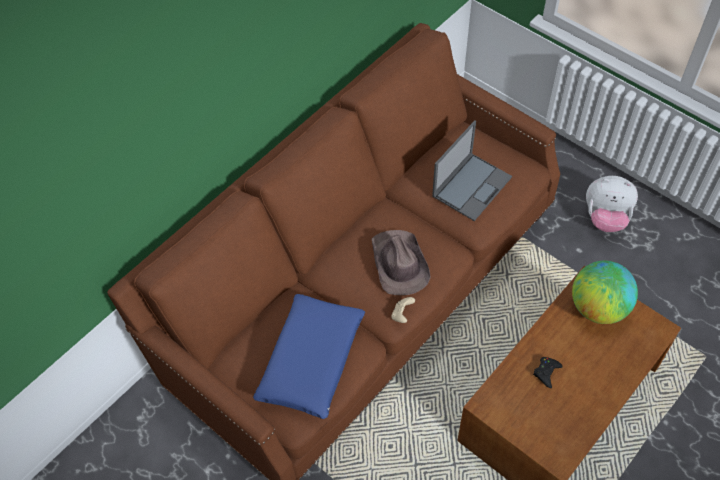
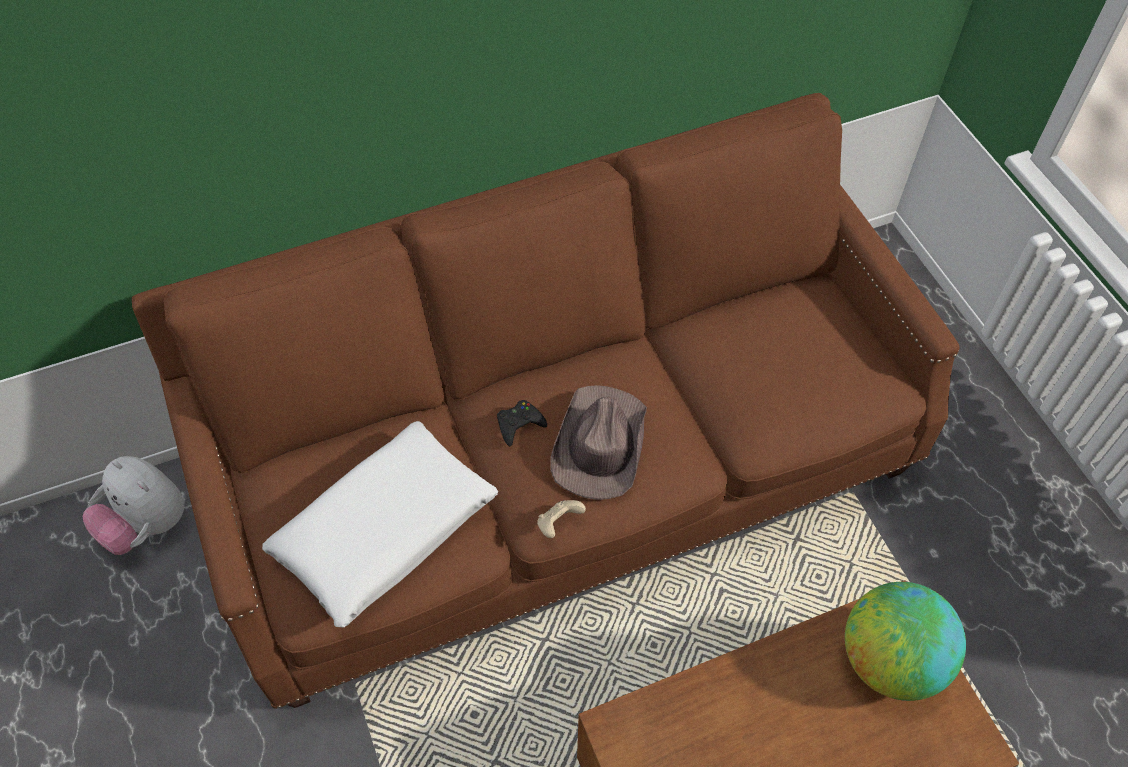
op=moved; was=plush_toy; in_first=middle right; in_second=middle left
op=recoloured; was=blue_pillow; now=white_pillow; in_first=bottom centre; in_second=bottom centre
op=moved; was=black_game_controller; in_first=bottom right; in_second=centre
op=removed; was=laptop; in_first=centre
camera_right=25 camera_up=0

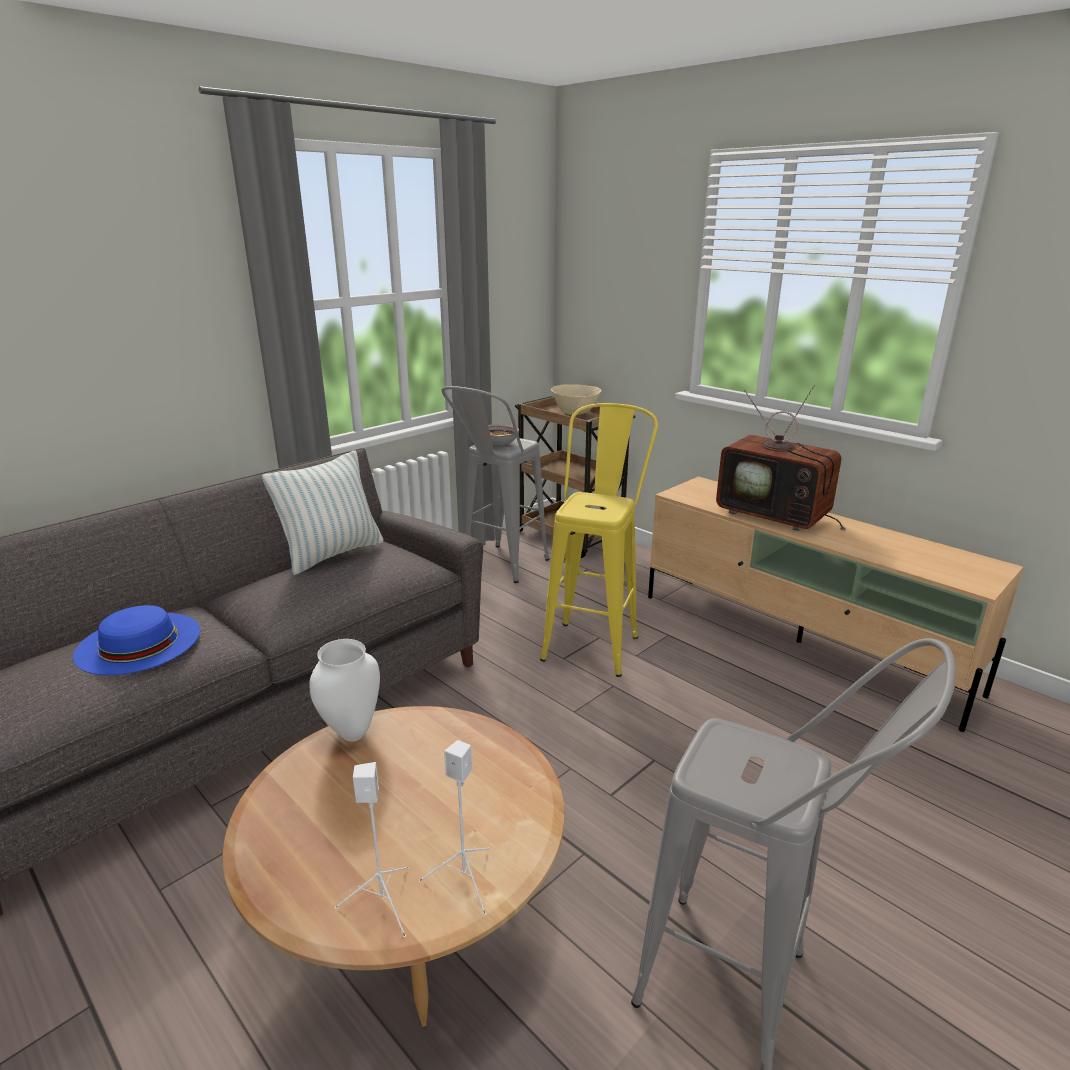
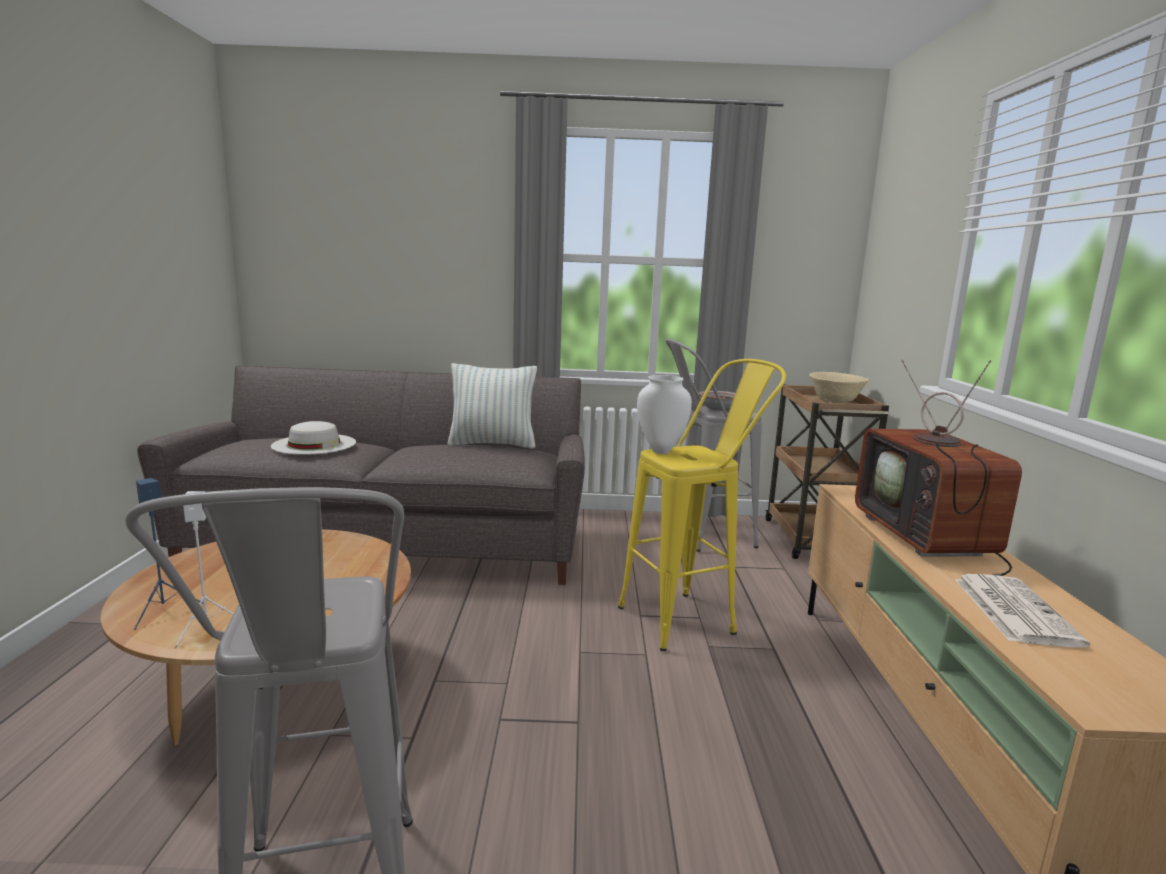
op=recoloured; was=white_speaker (1st from left); now=blue_speaker; in_first=bottom centre; in_second=middle left
op=recoloured; was=blue_hat; now=white_hat; in_first=middle left; in_second=middle left
op=moved; was=white_vase; in_first=middle left; in_second=centre
op=added; now=newspaper; in_second=bottom right
camera_right=45 camera_up=-10

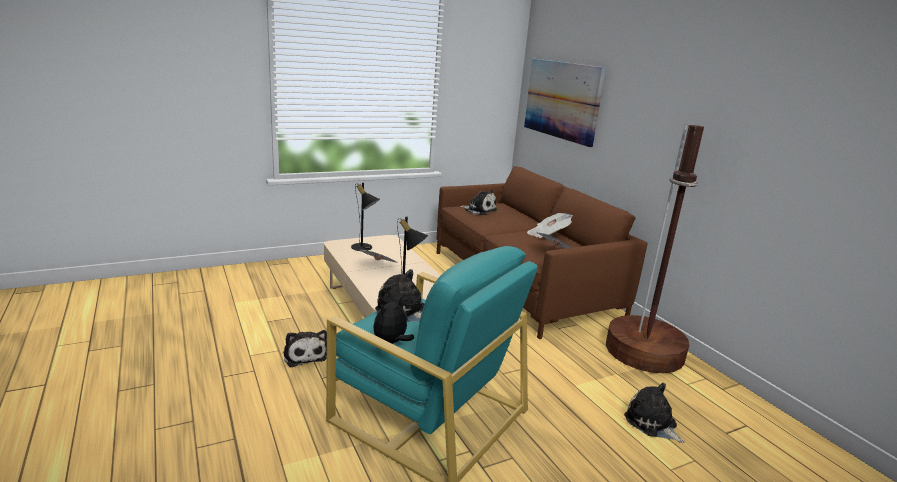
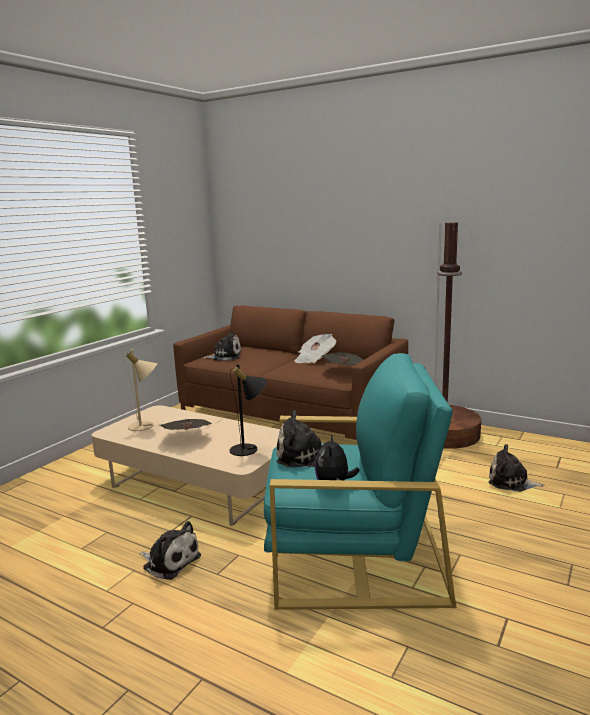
op=recoloured; was=black_table_lamp (1st from left); now=beige_table_lamp; in_first=centre; in_second=middle left
op=removed; was=picture; in_first=top centre
camera_right=-30 camera_up=-5

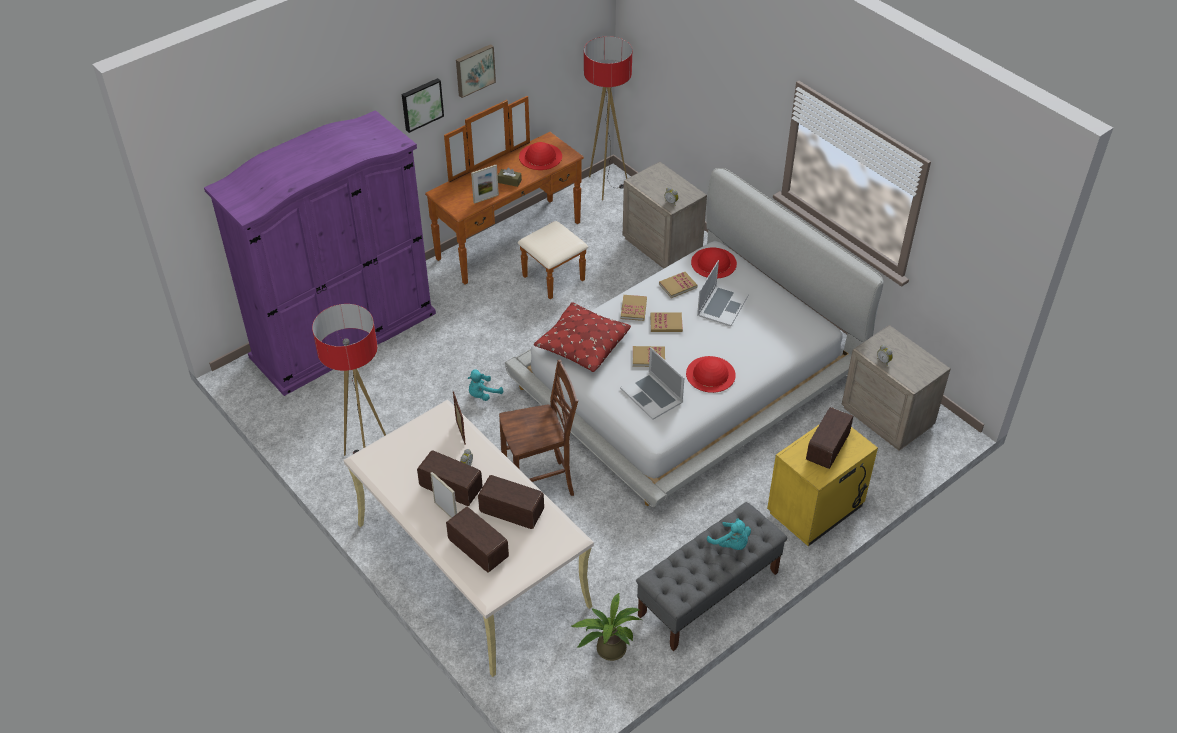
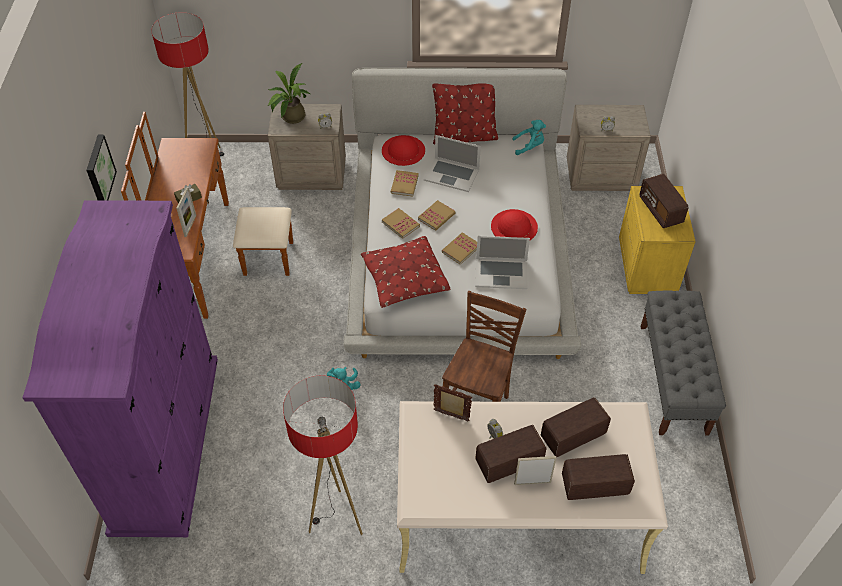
op=moved; was=potted_plant; in_first=bottom centre; in_second=top centre
op=turned; was=laptop (2nd from left in the first image); in_first=centre; in_second=top centre; clockwise=135
op=added; now=red_pillow (2nd from left); in_second=top centre
op=moved; was=turquoise_plush_toy (2nd from left); in_first=bottom centre; in_second=top centre
op=removed; was=picture (2nd from left); in_first=top centre
op=removed; was=red_hat (1st from left); in_first=top centre
camera_right=-50 camera_up=5

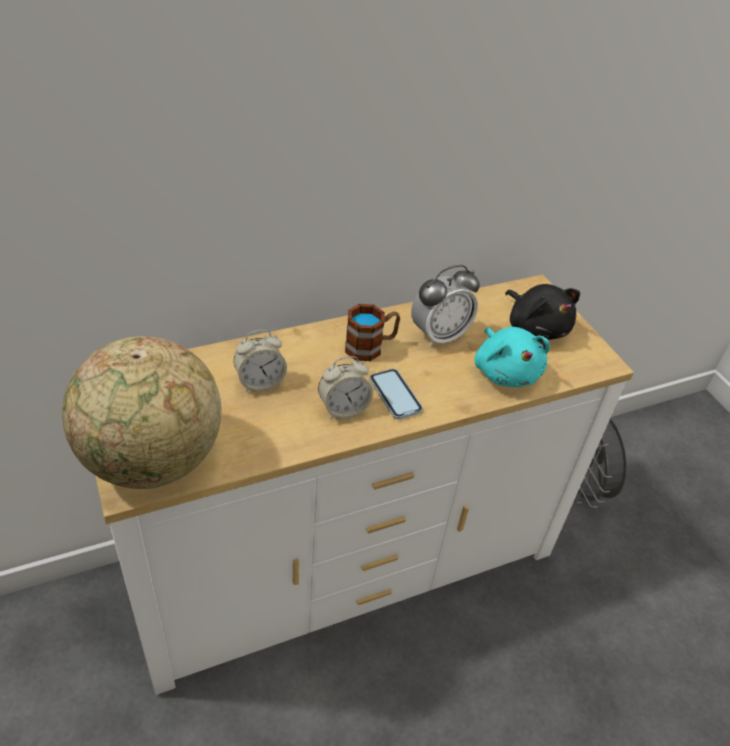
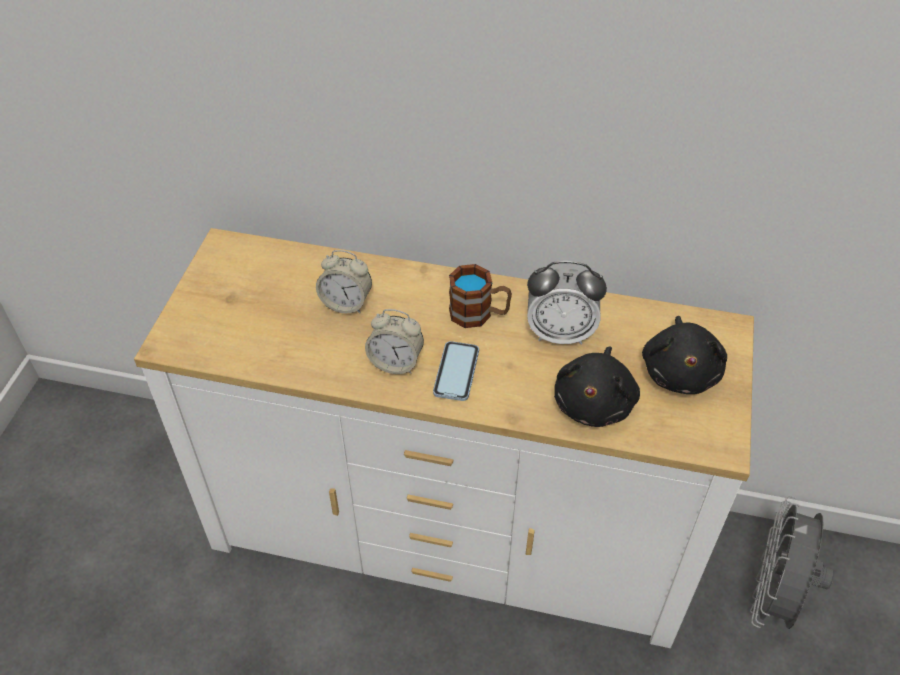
op=recoloured; was=turquoise_plush_toy; now=black_plush_toy (1st from left); in_first=middle right; in_second=centre
op=removed; was=globe; in_first=middle left
camera_right=40 camera_up=5

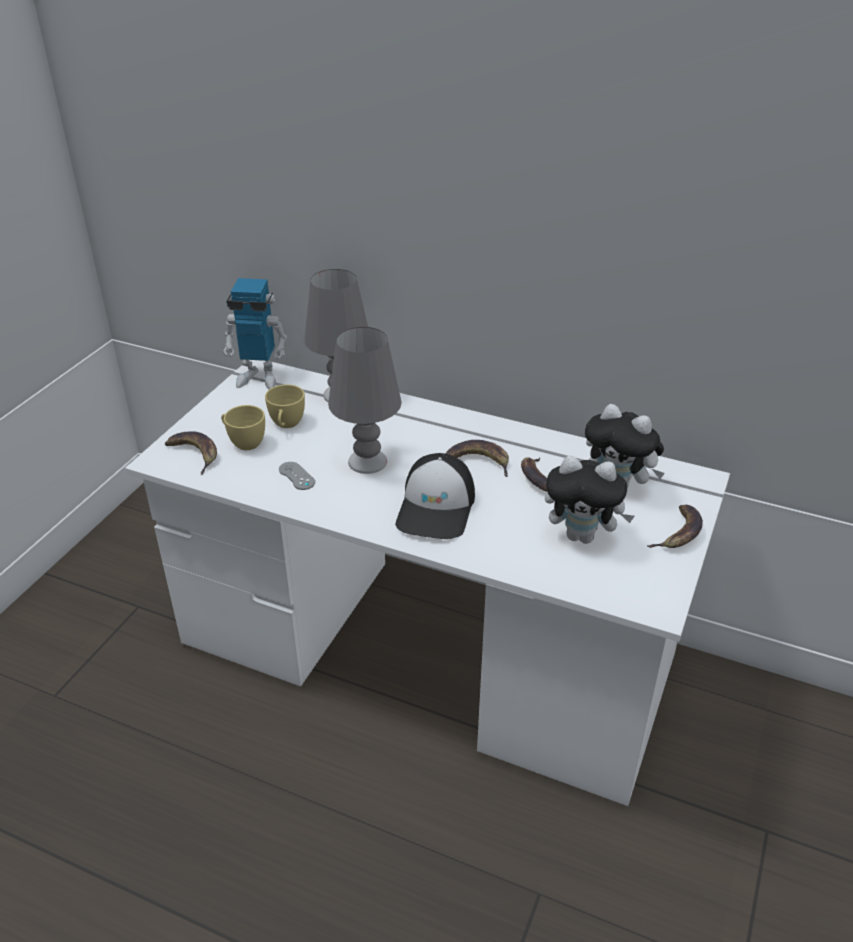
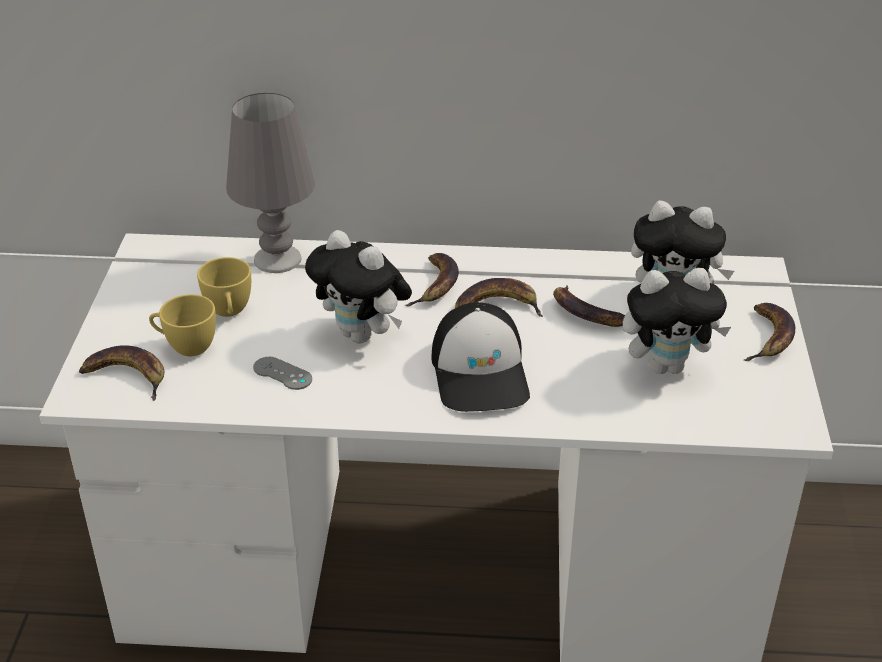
op=replaced; was=grey_table_lamp (2nd from left); now=plush_toy (1st from left); in_first=centre; in_second=centre
op=added; now=banana (2nd from left); in_second=centre
op=removed; was=toy_robot; in_first=middle left
camera_right=-20 camera_up=0

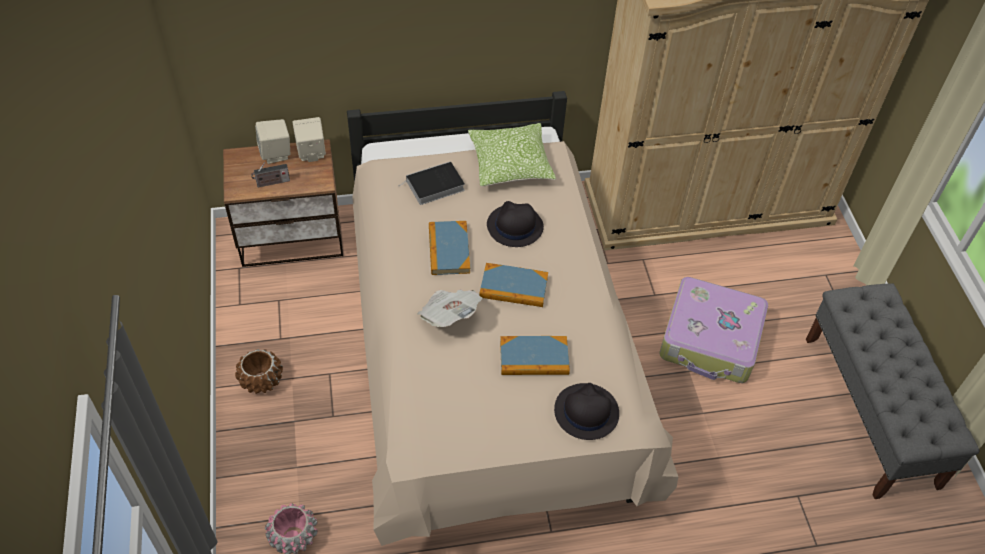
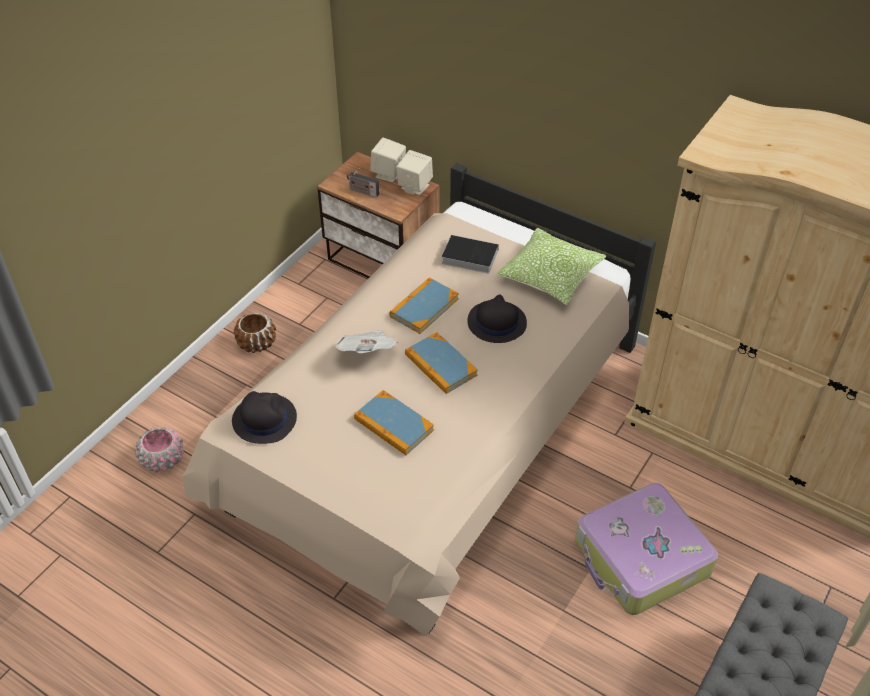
op=moved; was=black_hat (2nd from left in the first image); now=black_hat (1st from left); in_first=bottom centre; in_second=middle left
camera_right=45 camera_up=-5

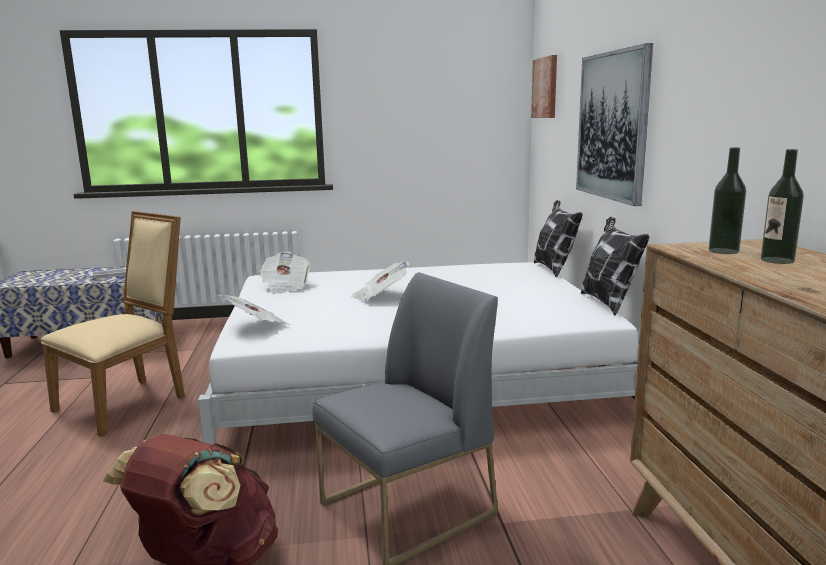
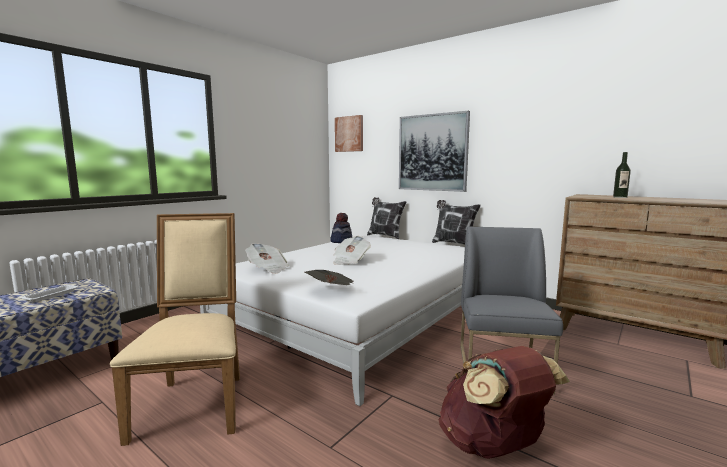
op=added; now=hat; in_second=centre
op=removed; was=bottle (1st from left); in_first=middle right
camera_right=-45 camera_up=-5

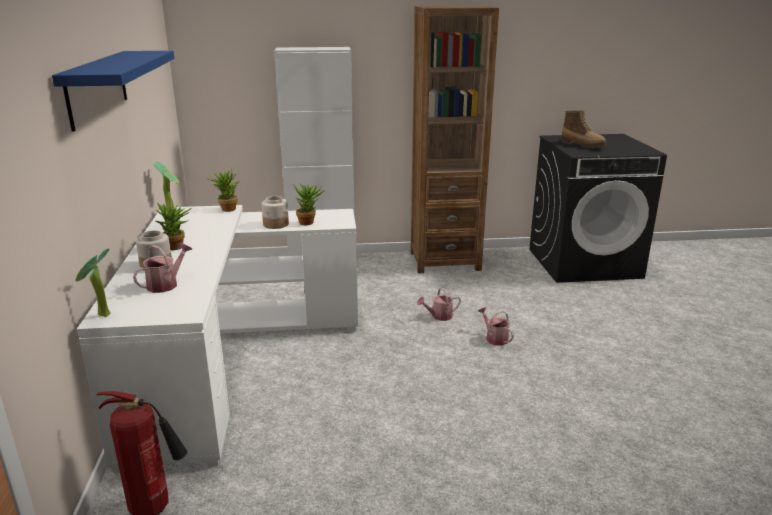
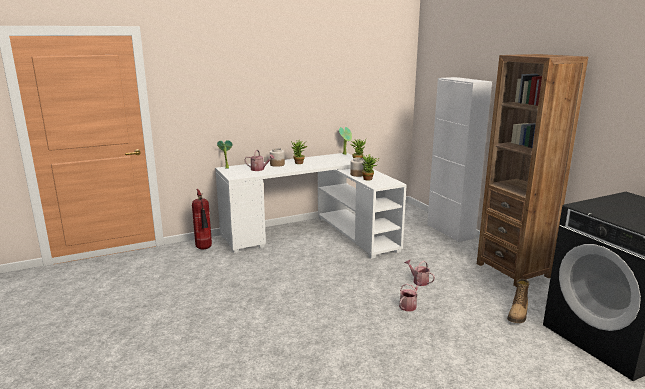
op=moved; was=boot; in_first=top right; in_second=bottom right
op=removed; was=blue_shelf; in_first=top left
camera_right=70 camera_up=-5

